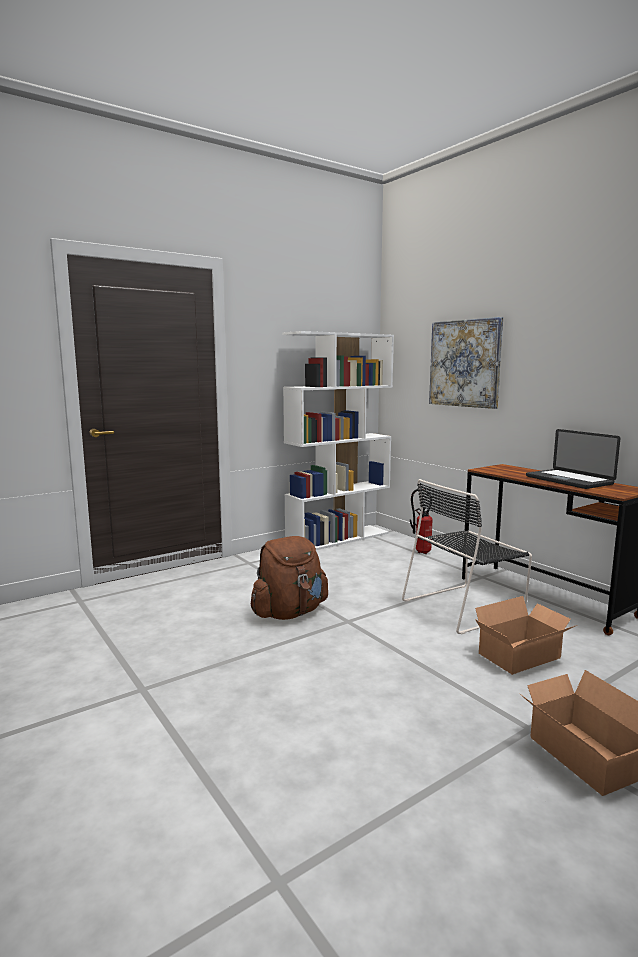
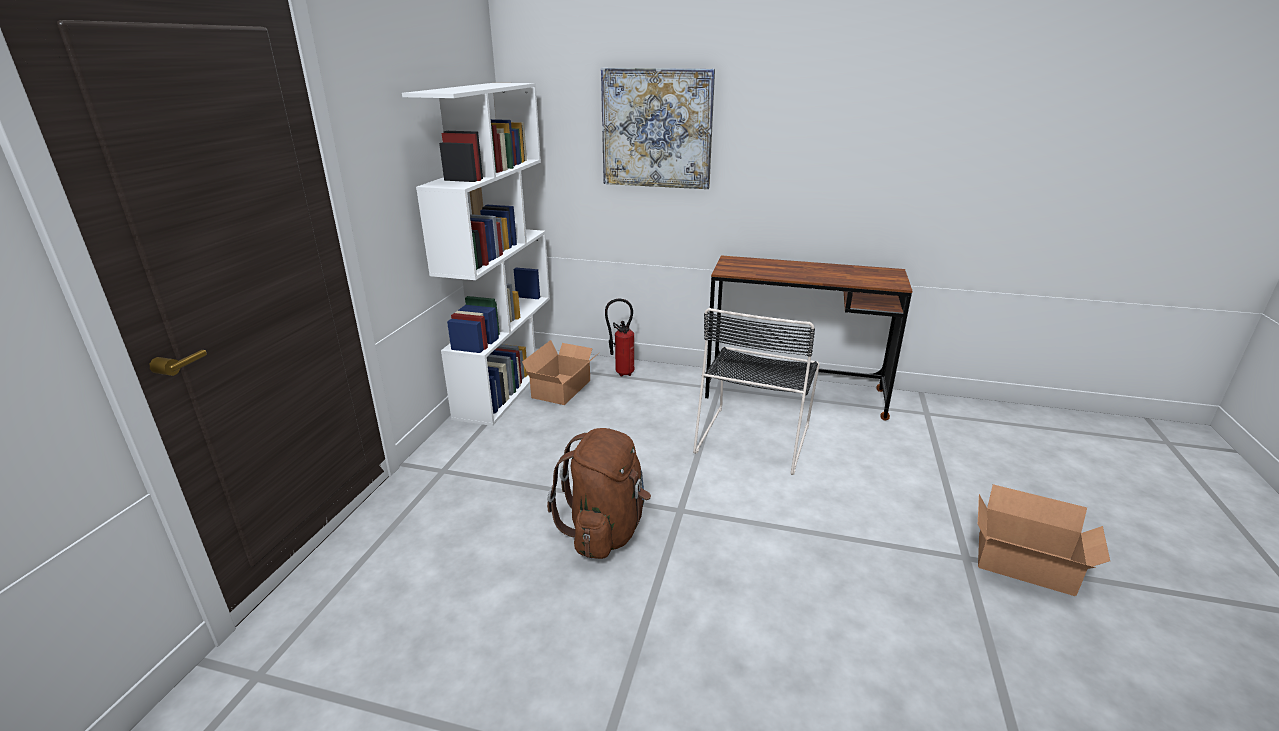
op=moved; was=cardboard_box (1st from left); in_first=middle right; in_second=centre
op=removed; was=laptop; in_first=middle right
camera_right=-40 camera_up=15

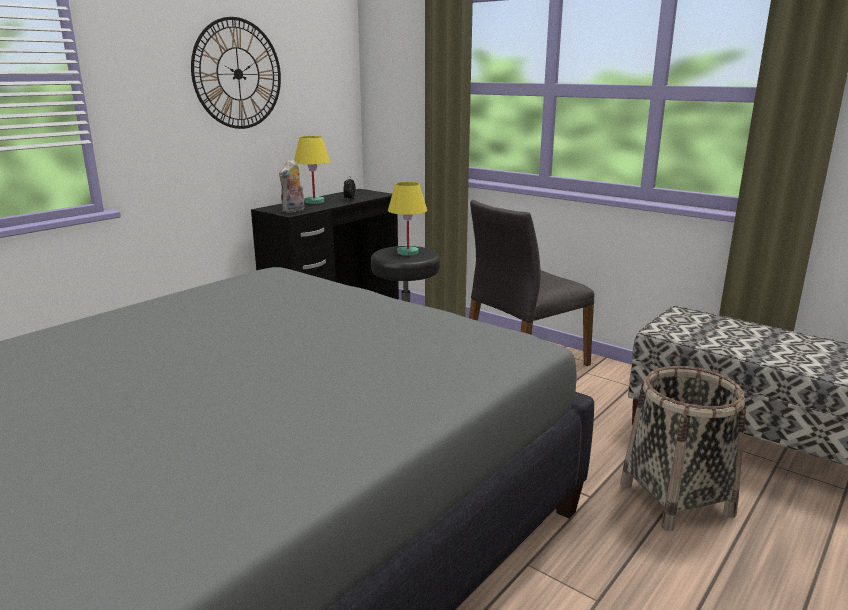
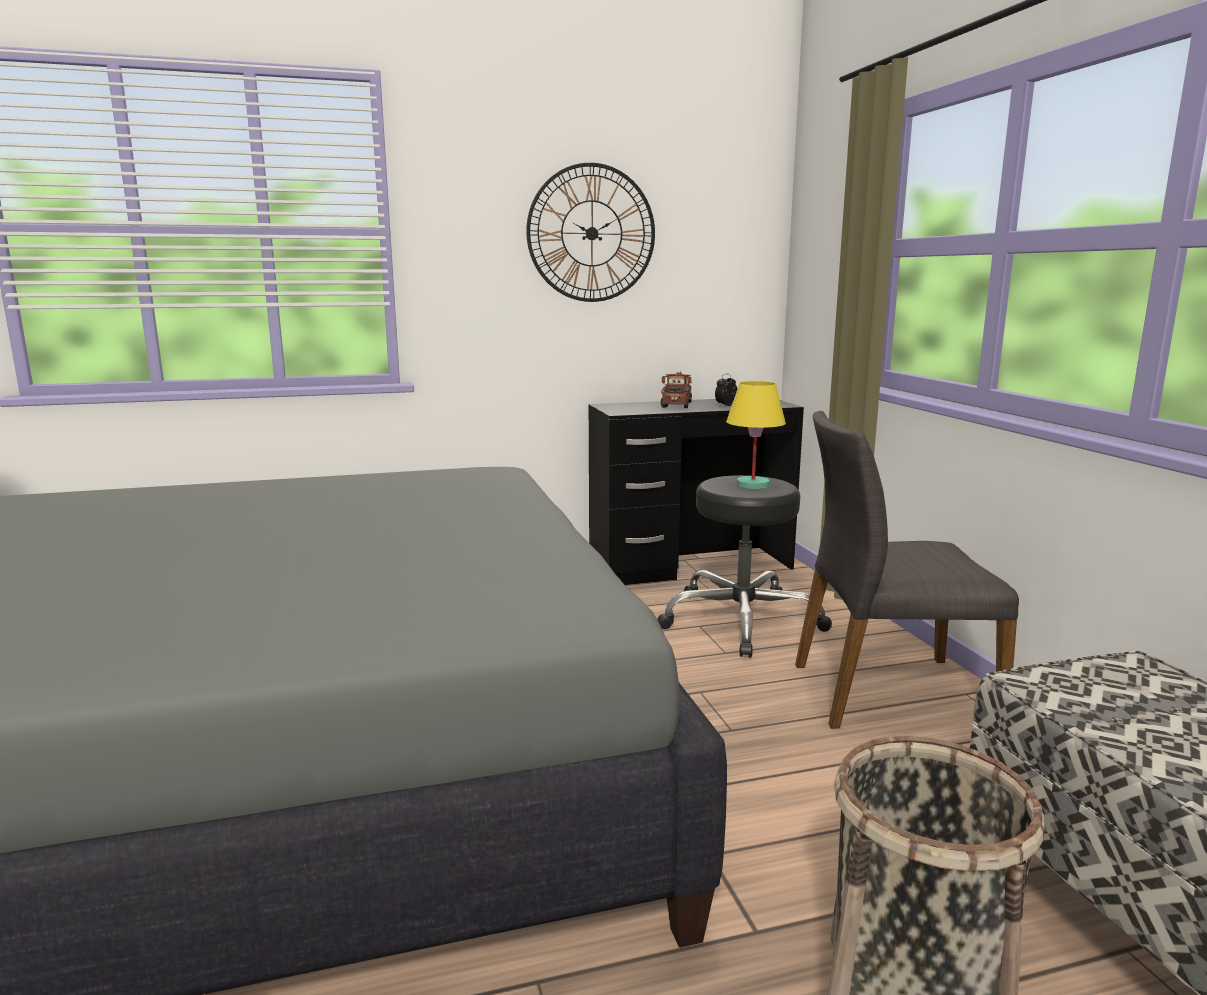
op=replaced; was=yellow_table_lamp (1st from left); now=toy_truck; in_first=top centre; in_second=centre
op=removed; was=plush_toy; in_first=top centre
camera_right=35 camera_up=-5

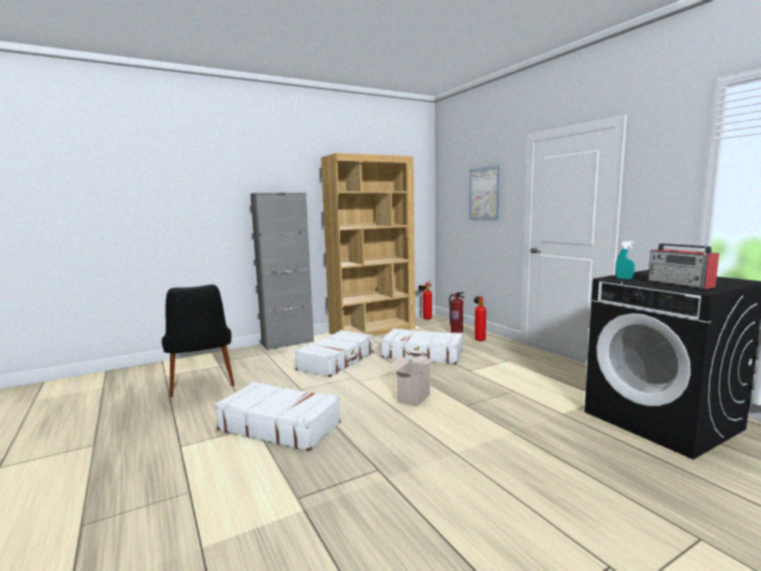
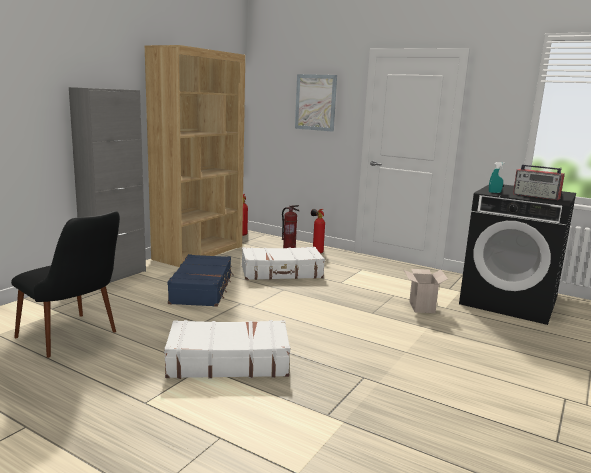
op=recoloured; was=white_suitcase (2nd from left); now=blue_suitcase; in_first=centre; in_second=centre
op=moved; was=cardboard_box; in_first=bottom centre; in_second=middle right
camera_right=-30 camera_up=5

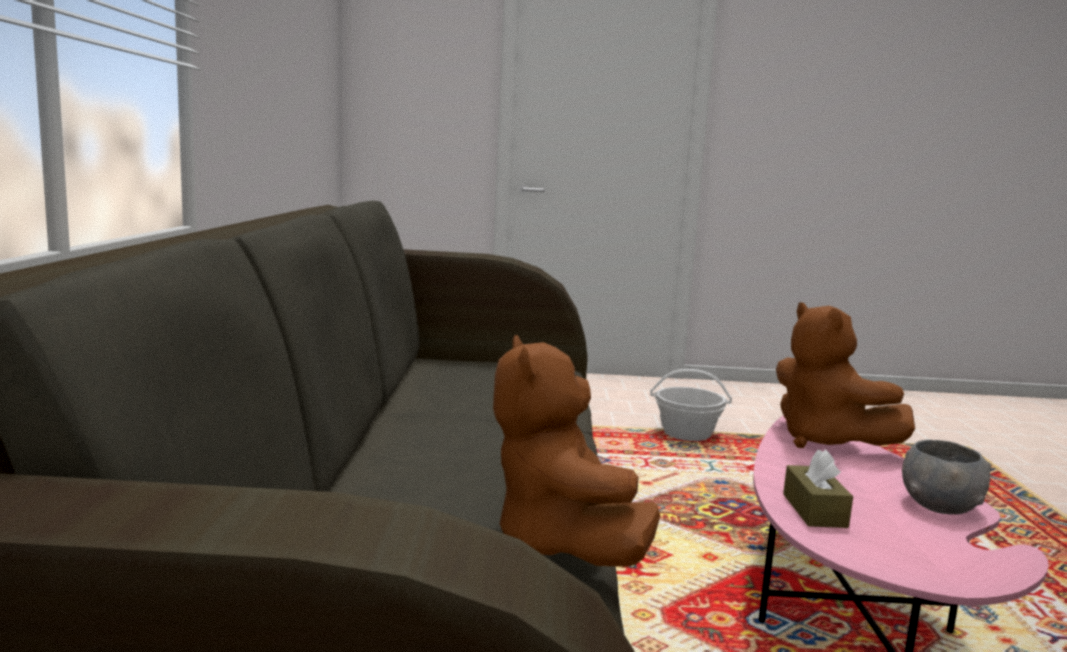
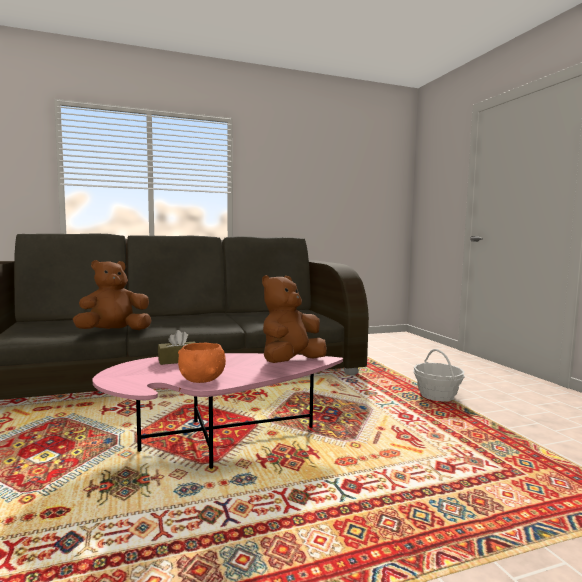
op=recoloured; was=grey_bowl; now=orange_bowl; in_first=bottom right; in_second=centre
camera_right=70 camera_up=-5

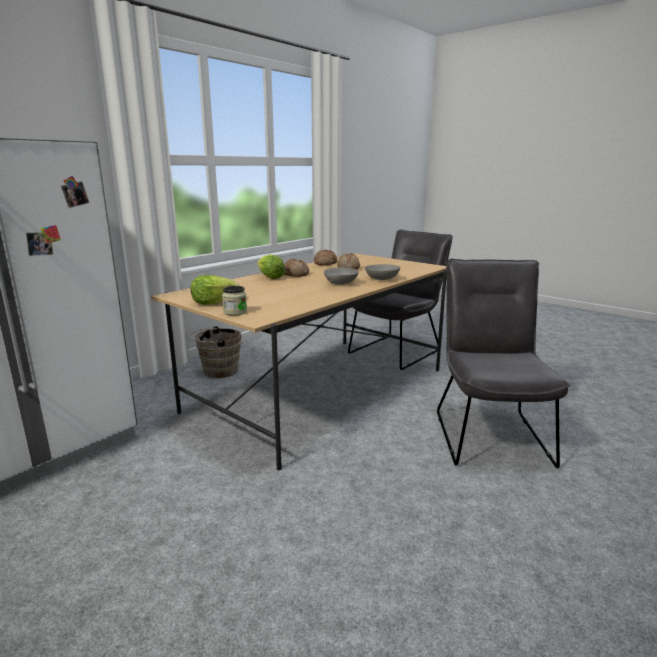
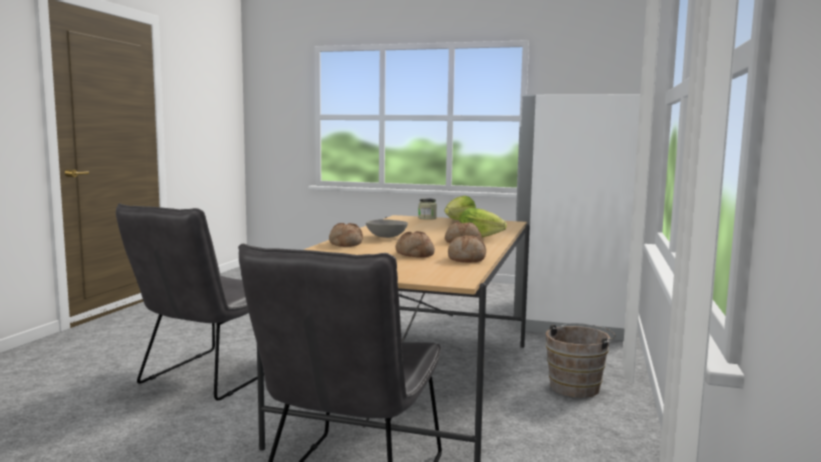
op=turned; was=grey_chair (2nd from left in the first image); in_first=middle right; in_second=middle left; clockwise=45
op=replaced; was=grey_bowl (2nd from left); now=bread (1st from left); in_first=centre; in_second=centre
camera_right=155 camera_up=-10

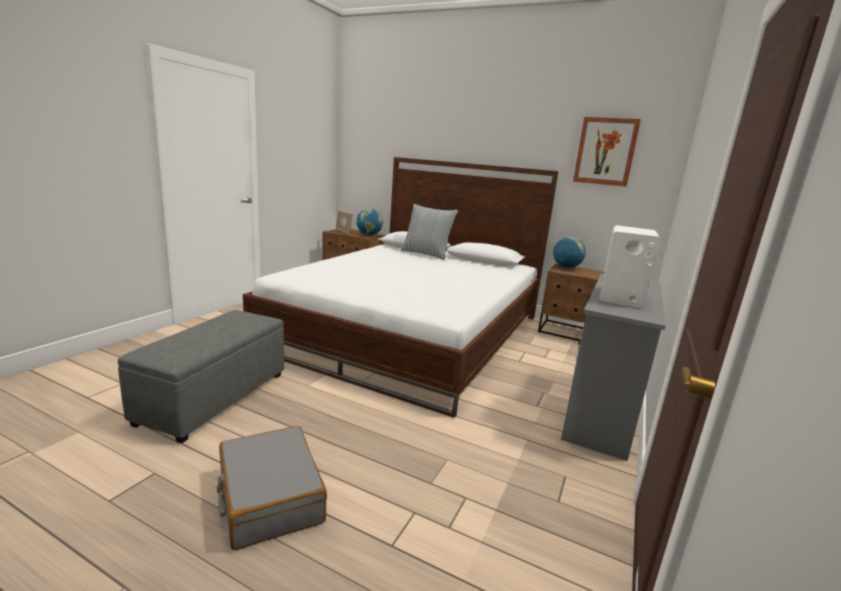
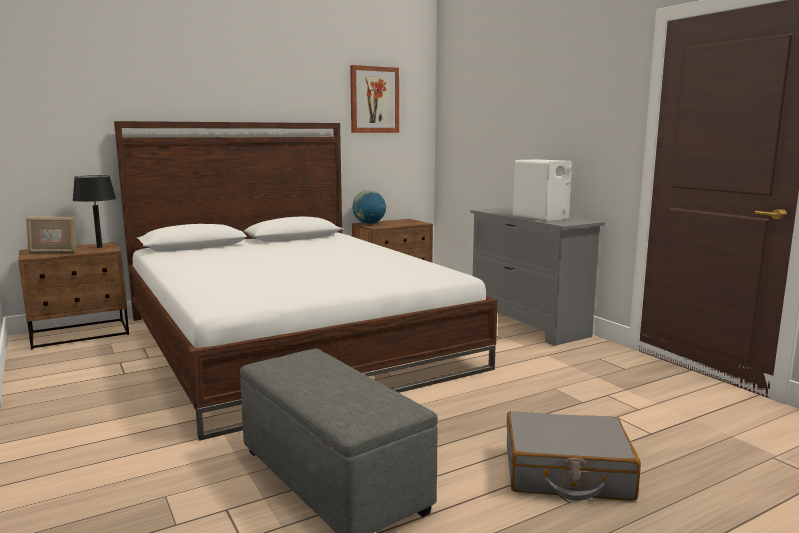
op=replaced; was=globe (1st from left); now=black_table_lamp; in_first=centre; in_second=middle left
op=removed; was=pillow; in_first=centre
camera_right=-55 camera_up=-5

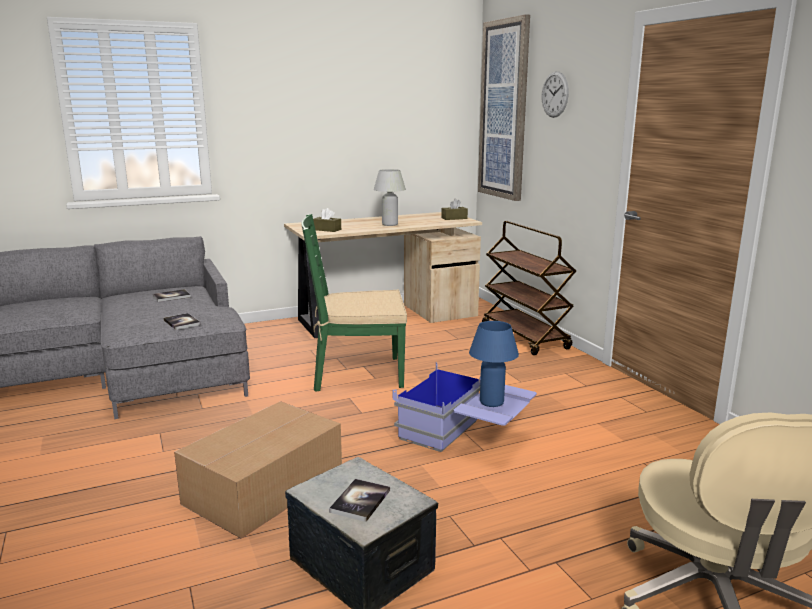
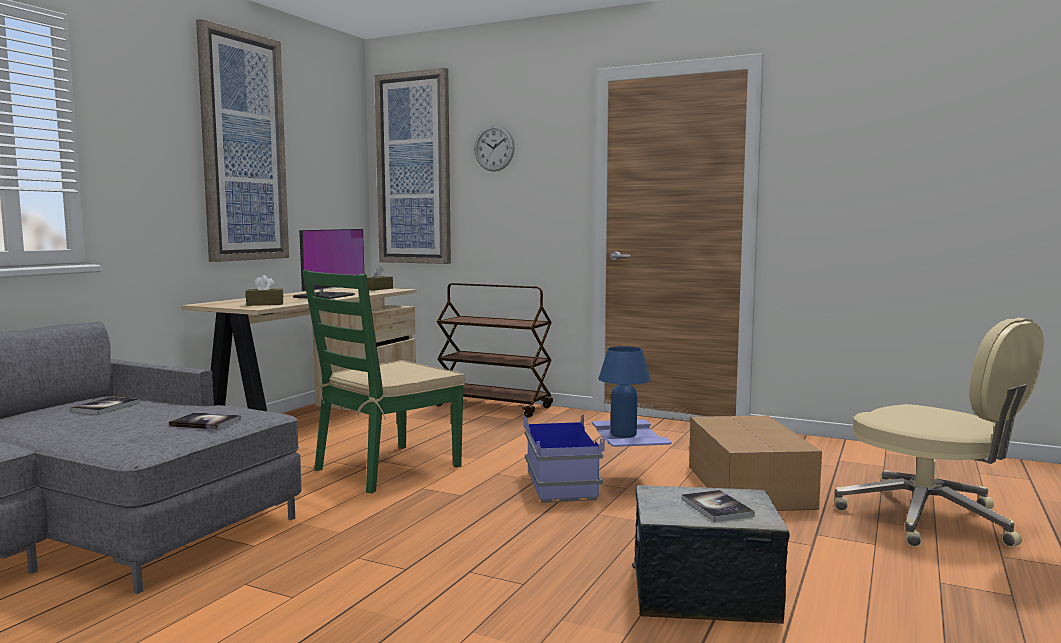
op=added; now=picture (1st from left); in_second=top left
op=replaced; was=white_table_lamp; now=monitor; in_first=top centre; in_second=middle left
op=moved; was=cardboard_box; in_first=bottom left; in_second=bottom right
camera_right=-40 camera_up=-10

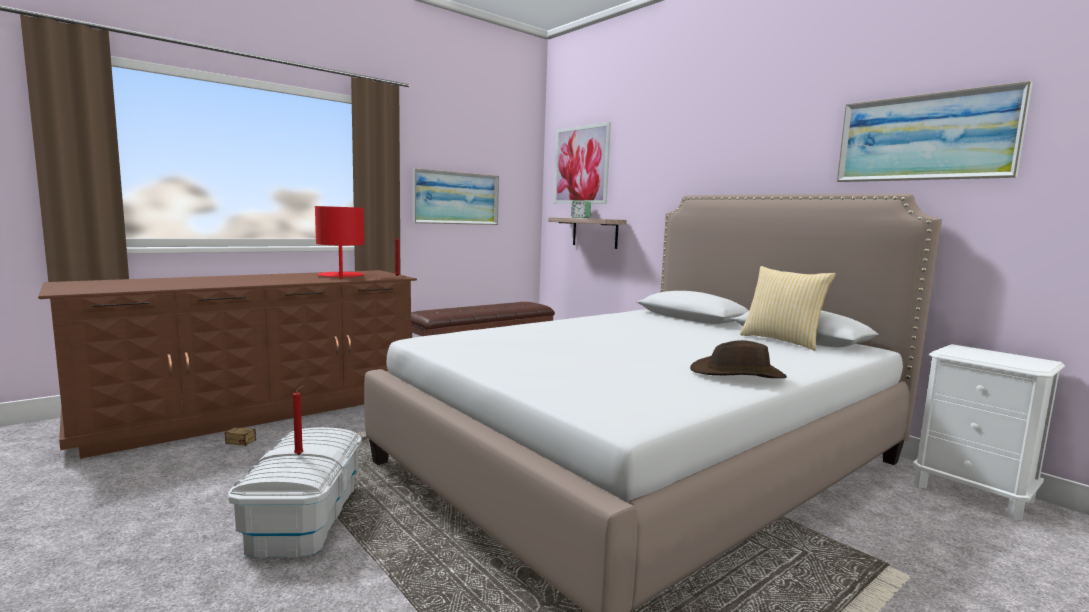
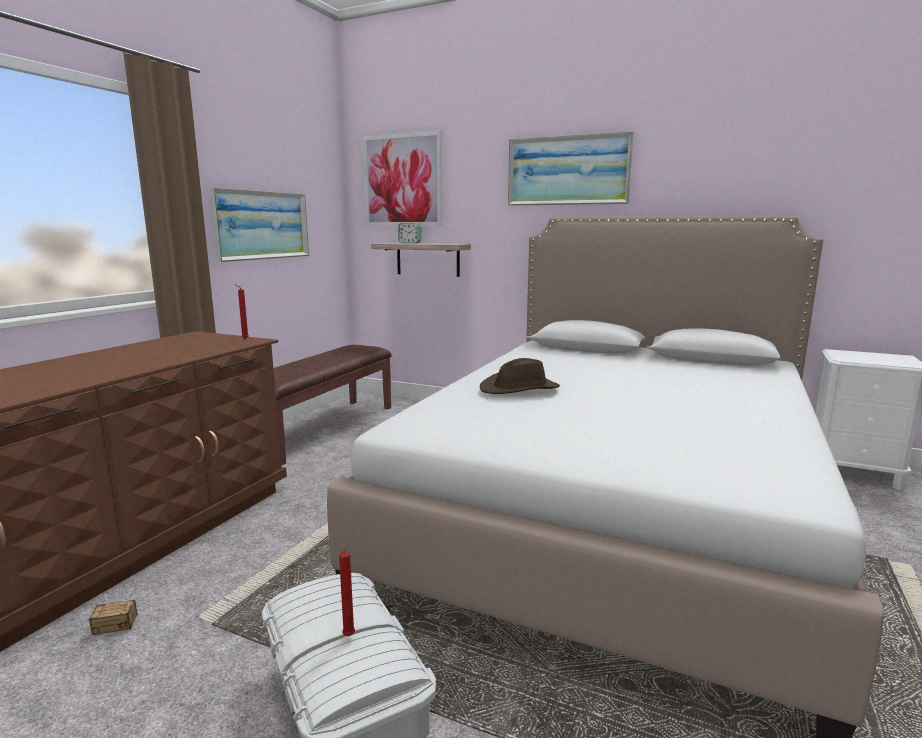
op=moved; was=brown_hat; in_first=middle right; in_second=centre
op=moved; was=picture (3rd from left); in_first=top right; in_second=top centre
op=removed; was=red_table_lamp; in_first=middle left
op=removed; was=pillow; in_first=middle right
camera_right=-25 camera_up=5

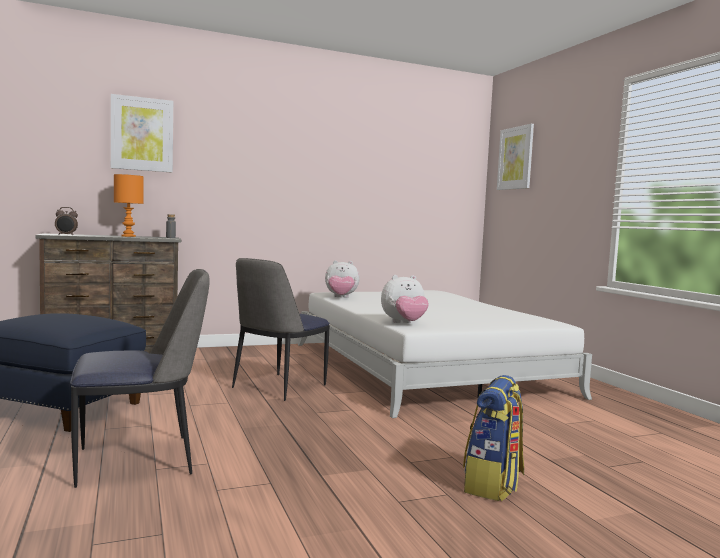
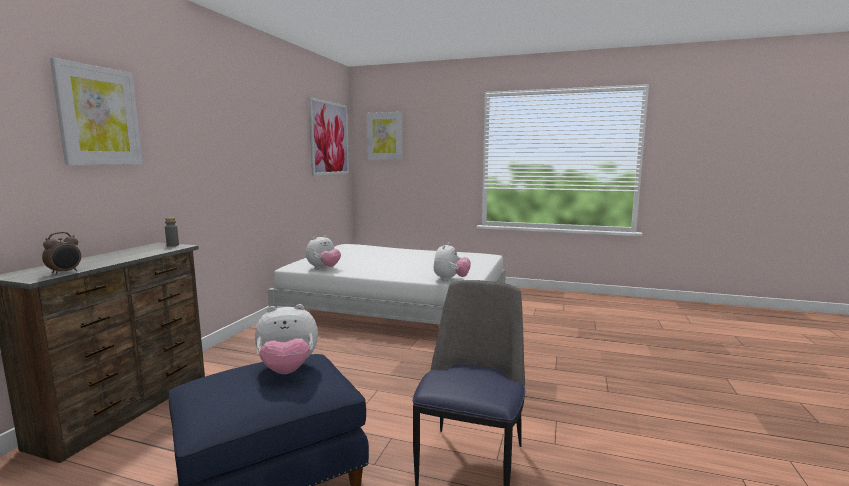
op=added; now=plush_toy (1st from left); in_second=bottom centre
op=added; now=picture (2nd from left); in_second=top centre
op=removed; was=orange_table_lamp; in_first=middle left
op=removed; was=chair (2nd from left); in_first=centre
op=removed; was=backpack; in_first=bottom right
camera_right=-50 camera_up=5

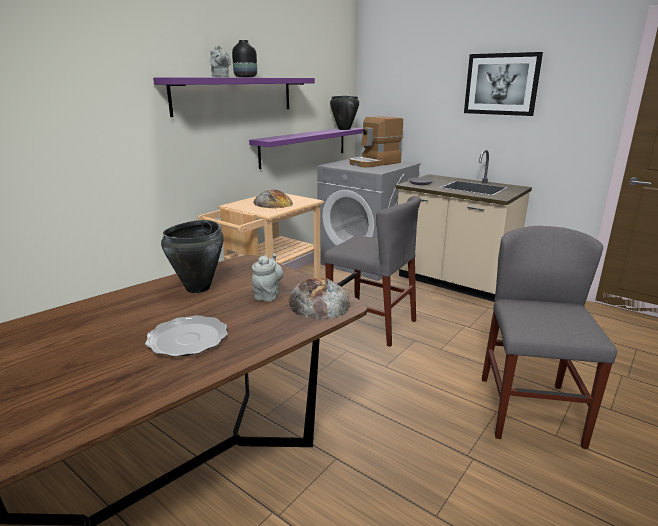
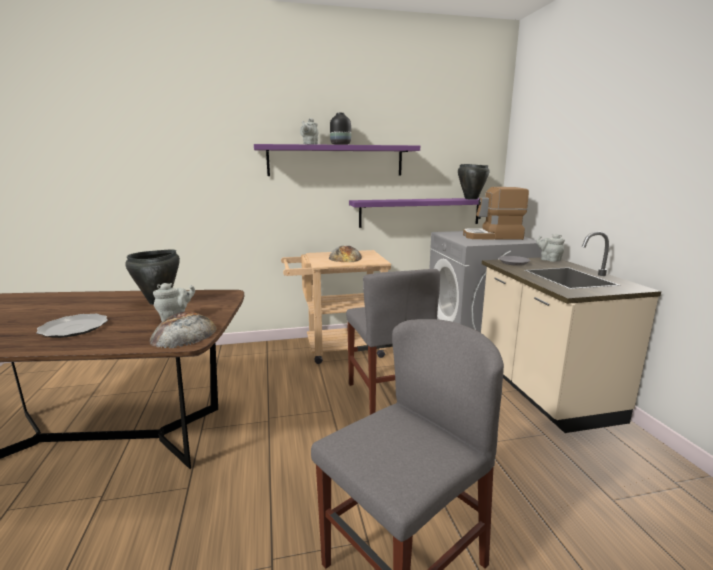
op=added; now=grey_teapot (3rd from left); in_second=middle right
op=removed; was=picture; in_first=top right
camera_right=40 camera_up=-5

